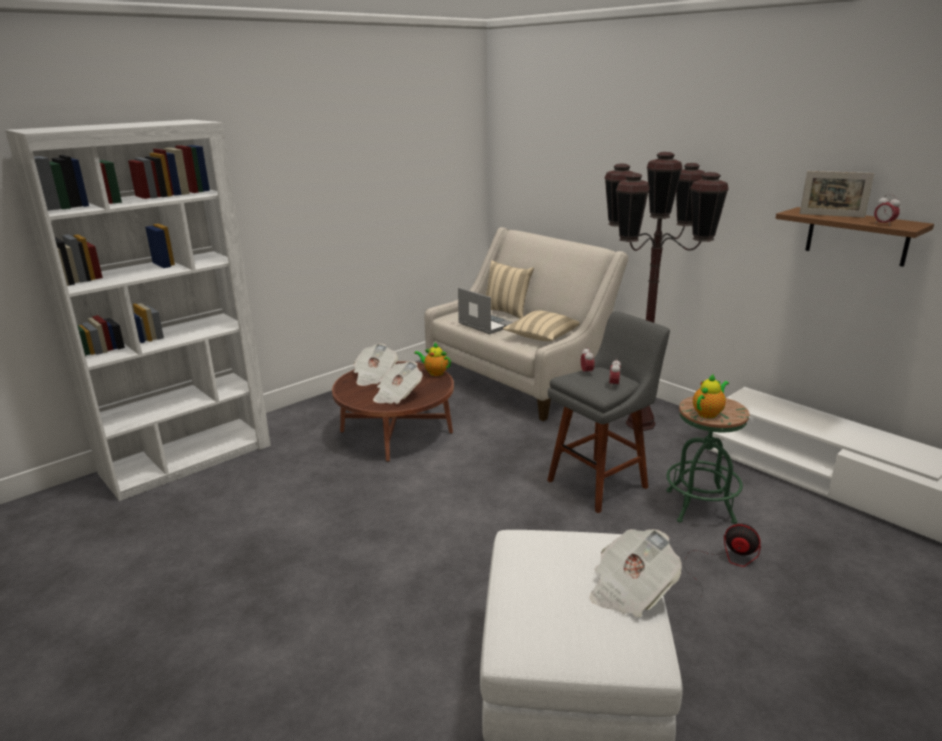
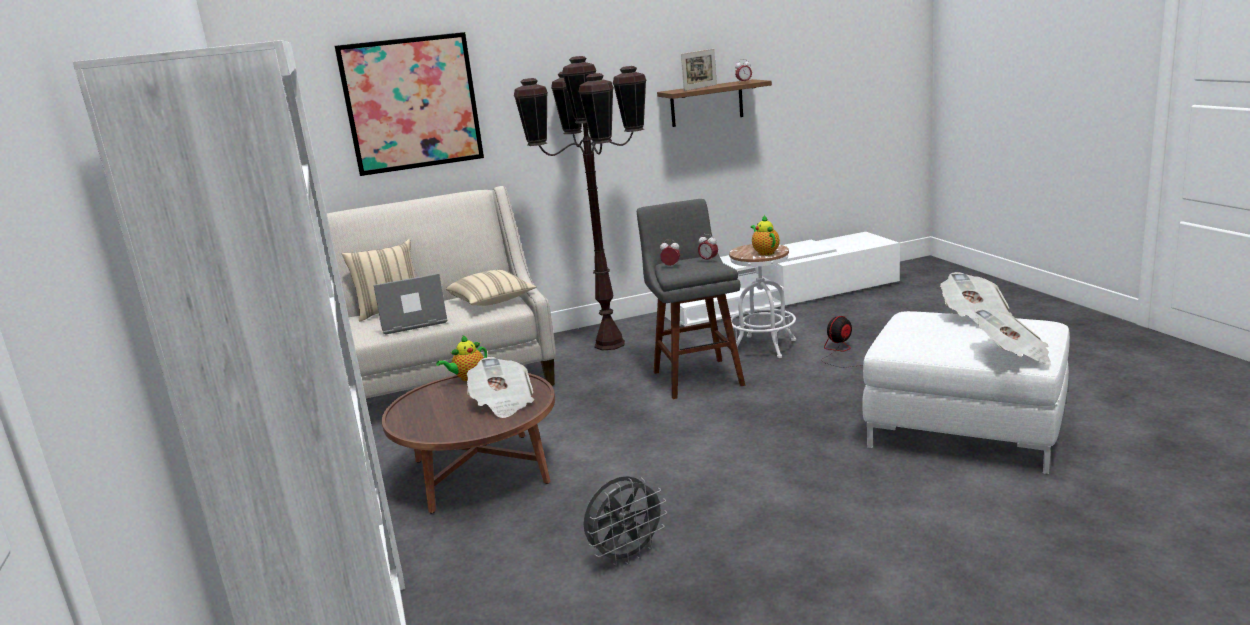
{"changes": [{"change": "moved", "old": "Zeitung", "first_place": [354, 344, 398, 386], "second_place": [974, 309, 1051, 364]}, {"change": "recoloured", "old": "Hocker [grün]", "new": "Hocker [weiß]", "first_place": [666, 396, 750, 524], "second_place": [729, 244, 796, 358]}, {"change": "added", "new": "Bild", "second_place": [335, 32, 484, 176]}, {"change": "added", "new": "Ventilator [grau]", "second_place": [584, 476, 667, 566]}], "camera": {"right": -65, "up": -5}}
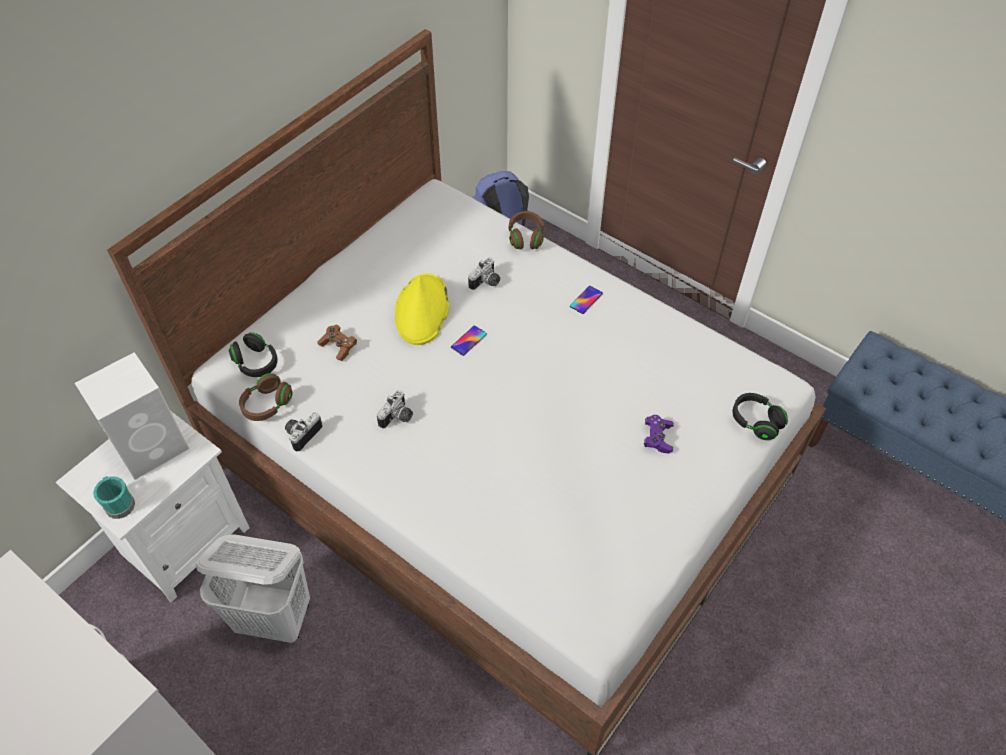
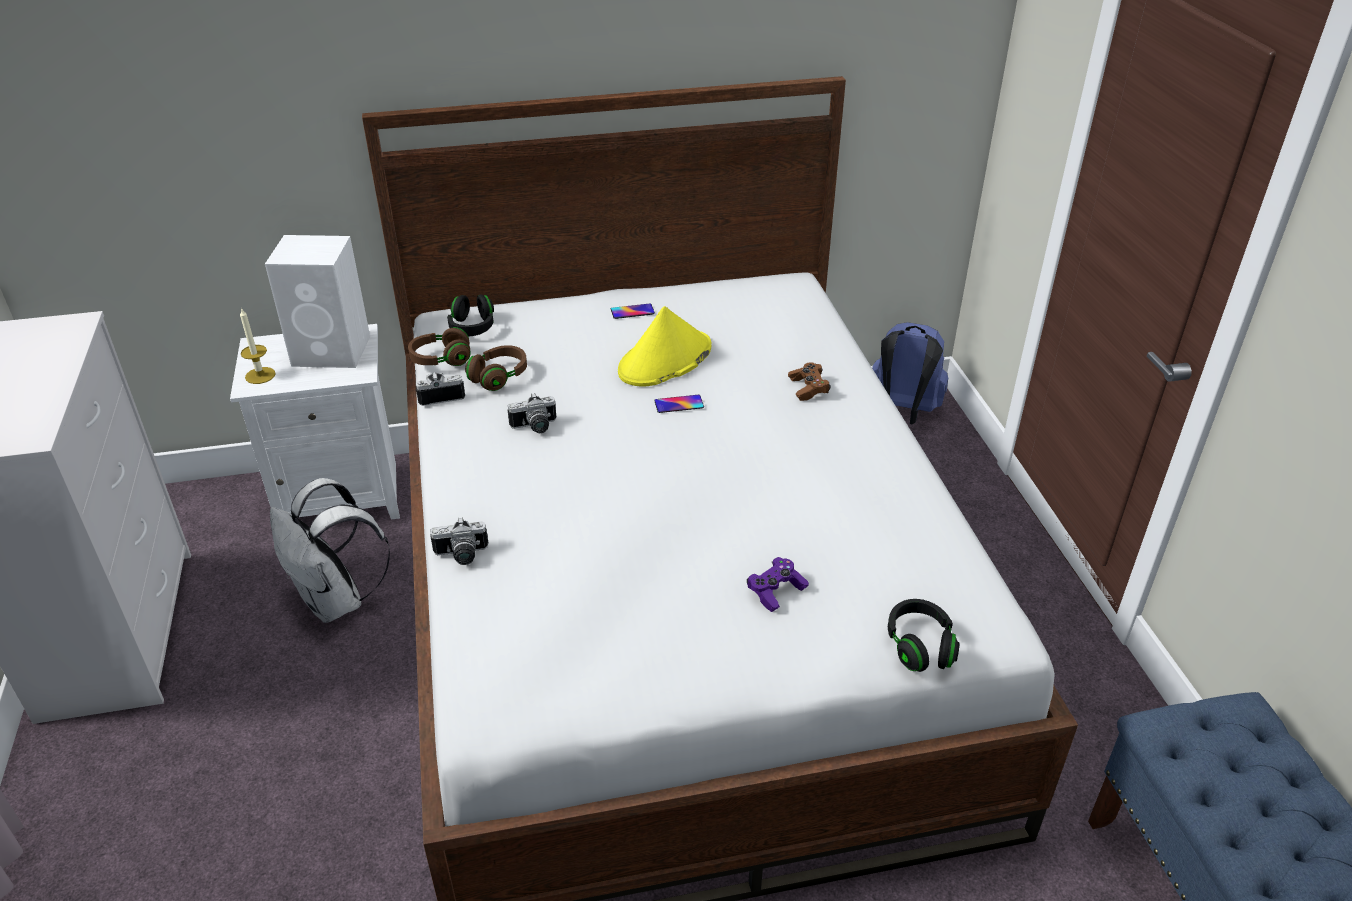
{"changes": [{"change": "moved", "old": "Kopfhörer [braun]", "first_place": [509, 211, 544, 250], "second_place": [465, 345, 527, 391]}, {"change": "moved", "old": "Kamera", "first_place": [468, 257, 500, 290], "second_place": [430, 517, 488, 565]}, {"change": "moved", "old": "Handy", "first_place": [570, 286, 603, 314], "second_place": [611, 303, 655, 319]}, {"change": "moved", "old": "Gamepad [braun]", "first_place": [317, 325, 357, 361], "second_place": [788, 362, 831, 401]}, {"change": "replaced", "old": "Henkelbecher [türkis]", "new": "Kerze", "first_place": [93, 476, 135, 519], "second_place": [240, 308, 276, 384]}, {"change": "replaced", "old": "Wäschekorb [weiß]", "new": "Rucksack [weiß]", "first_place": [196, 534, 310, 643], "second_place": [270, 478, 390, 623]}], "camera": {"right": 40, "up": -15}}
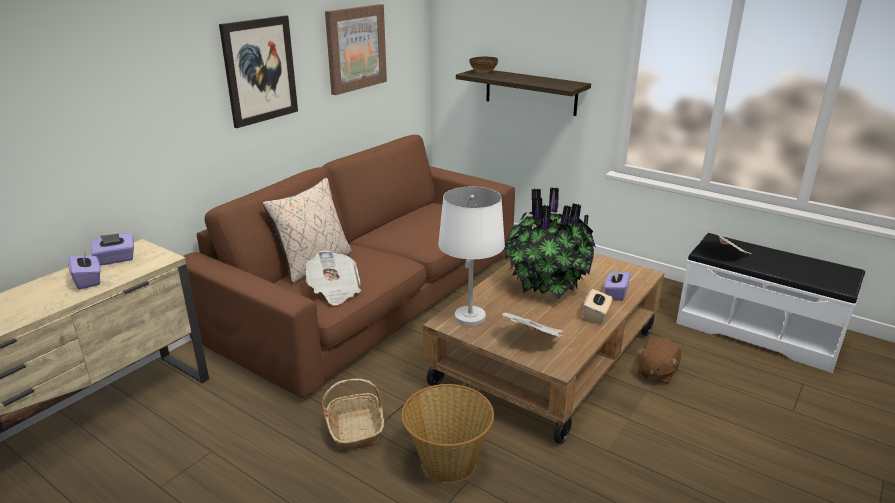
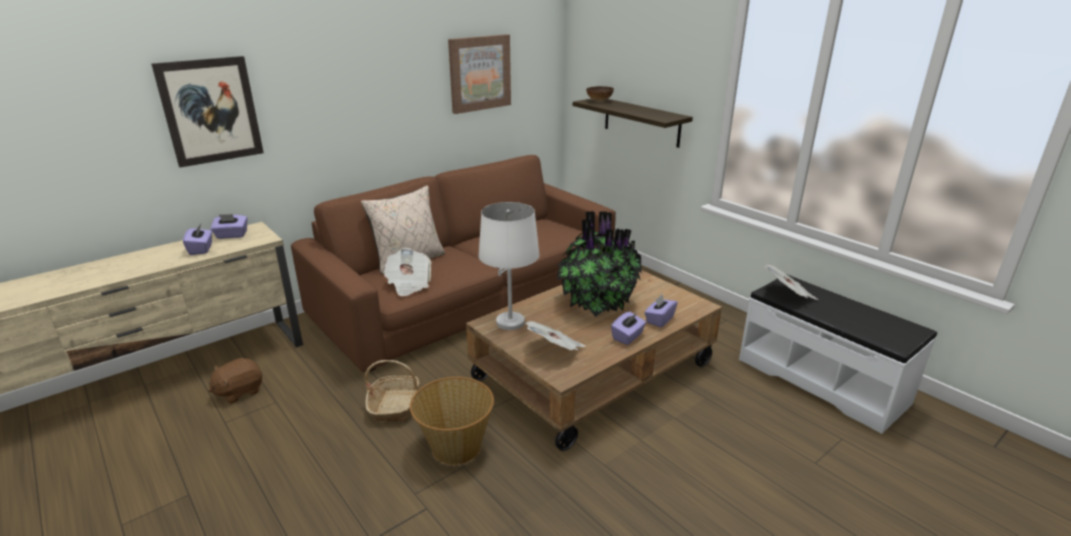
{"changes": [{"change": "moved", "old": "Bild", "first_place": [219, 15, 298, 128], "second_place": [151, 56, 264, 168]}, {"change": "recoloured", "old": "Taschentuchbox [beige]", "new": "Taschentuchbox [lila]", "first_place": [583, 289, 612, 323], "second_place": [611, 312, 646, 345]}, {"change": "moved", "old": "Plüschtier [braun]", "first_place": [637, 337, 681, 384], "second_place": [208, 358, 262, 404]}], "camera": {"right": 15, "up": 0}}
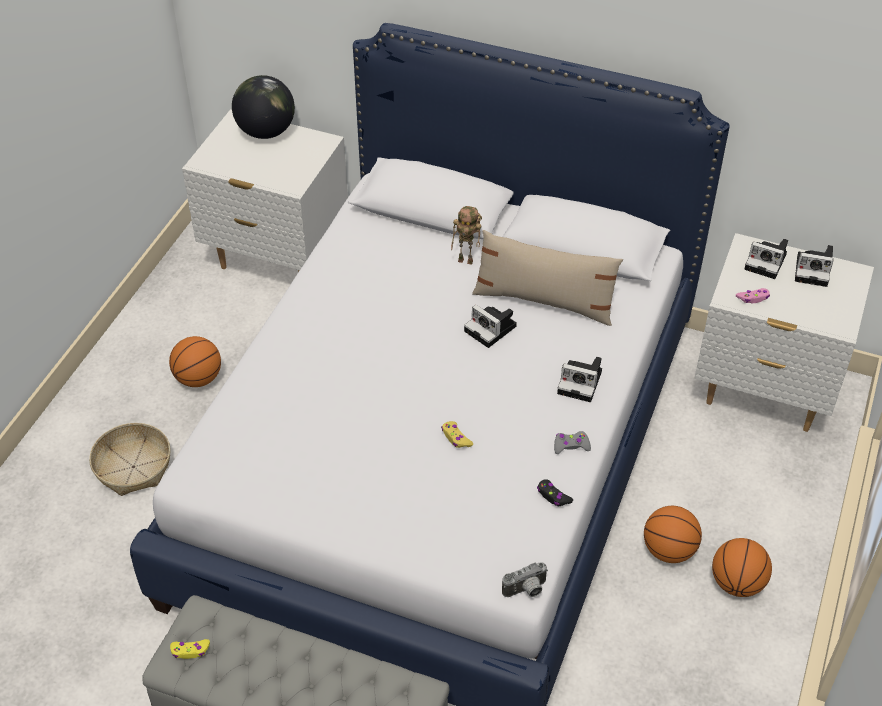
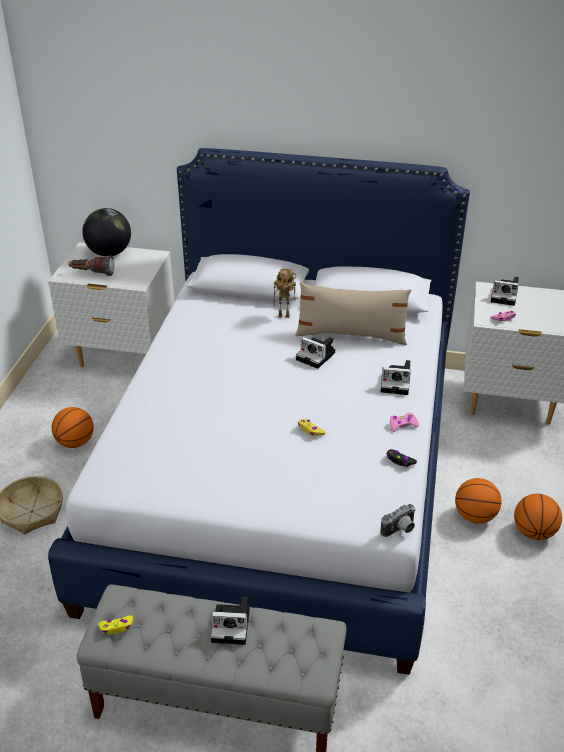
{"changes": [{"change": "moved", "old": "Kamera", "first_place": [795, 245, 834, 287], "second_place": [211, 597, 250, 645]}, {"change": "recoloured", "old": "Gamepad [grau]", "new": "Gamepad [rosa]", "first_place": [554, 431, 591, 454], "second_place": [390, 413, 419, 432]}, {"change": "added", "new": "Taschenlampe", "second_place": [68, 255, 114, 276]}], "camera": {"right": -10, "up": -10}}
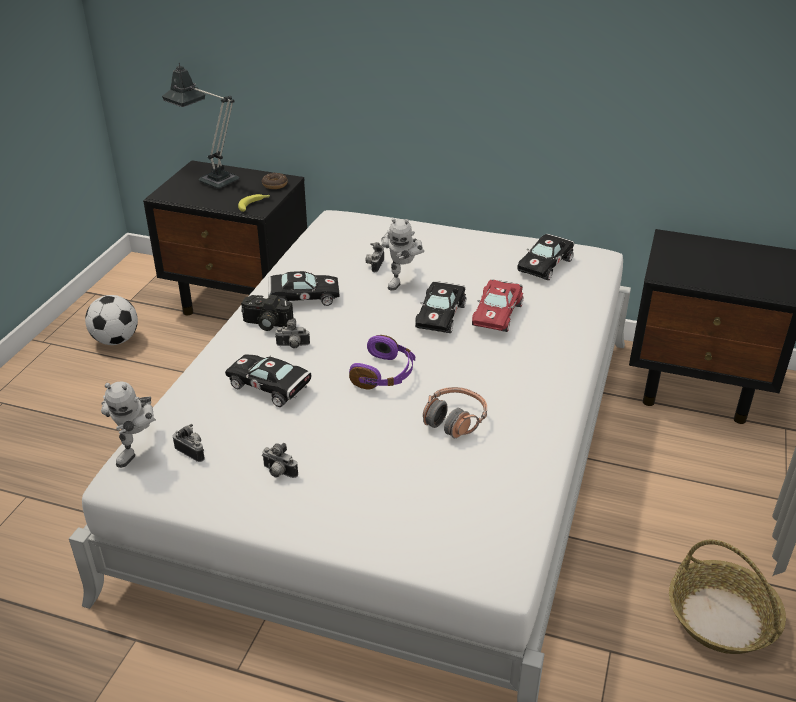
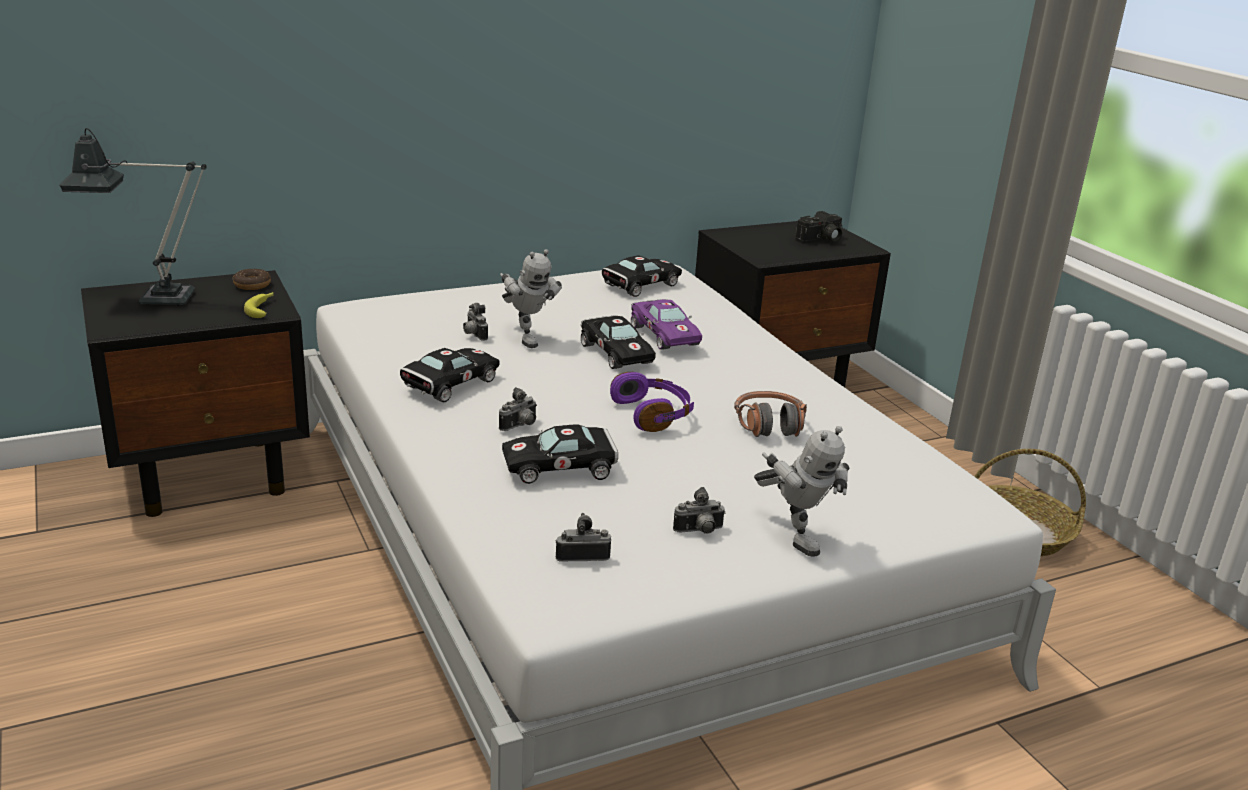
{"changes": [{"change": "turned", "old": "Spielzeugauto [schwarz]", "first_place": [517, 234, 574, 280], "second_place": [602, 255, 682, 297], "degrees": -120}, {"change": "recoloured", "old": "Spielzeugauto [rot]", "new": "Spielzeugauto [lila]", "first_place": [472, 279, 523, 332], "second_place": [631, 299, 702, 350]}, {"change": "removed", "old": "Fußball", "first_place": [85, 295, 138, 345]}, {"change": "moved", "old": "Kamera", "first_place": [241, 295, 293, 331], "second_place": [795, 211, 842, 244]}, {"change": "moved", "old": "Spielzeugroboter", "first_place": [101, 382, 156, 468], "second_place": [754, 426, 849, 556]}], "camera": {"right": -45, "up": -10}}
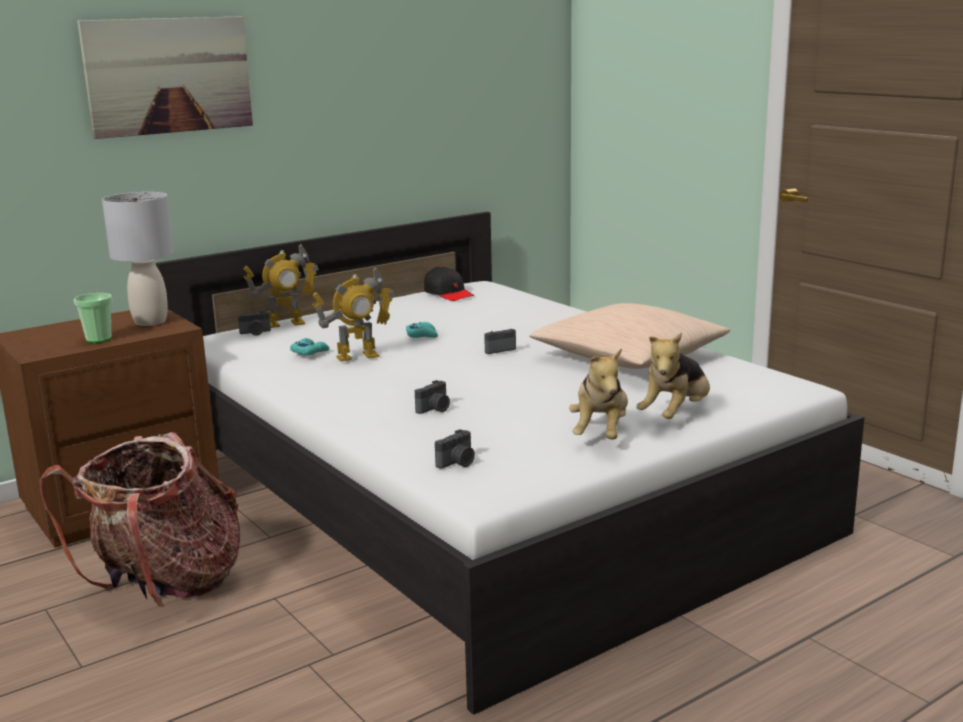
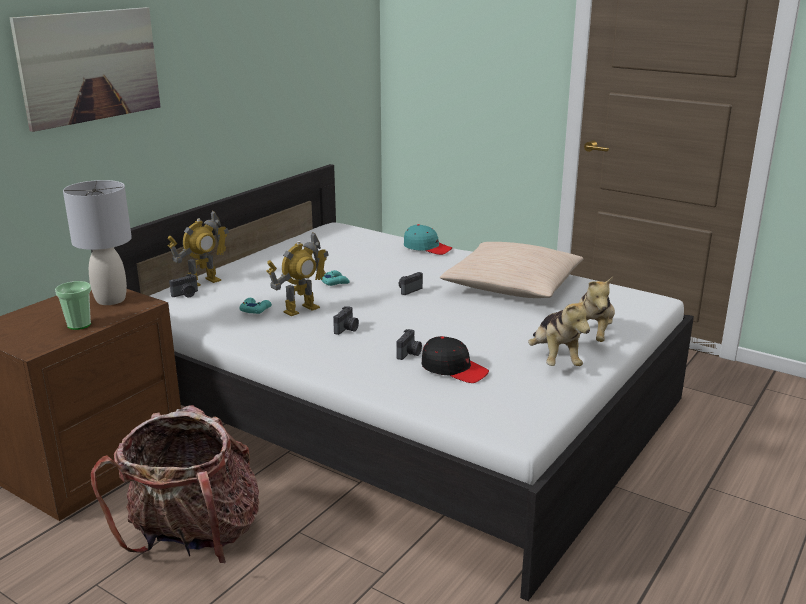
{"changes": [{"change": "moved", "old": "Kappe [schwarz]", "first_place": [424, 266, 474, 301], "second_place": [422, 336, 489, 383]}, {"change": "moved", "old": "Kamera", "first_place": [435, 429, 475, 469], "second_place": [333, 306, 359, 335]}, {"change": "added", "new": "Kappe [türkis]", "second_place": [404, 224, 452, 255]}], "camera": {"right": -20, "up": 5}}
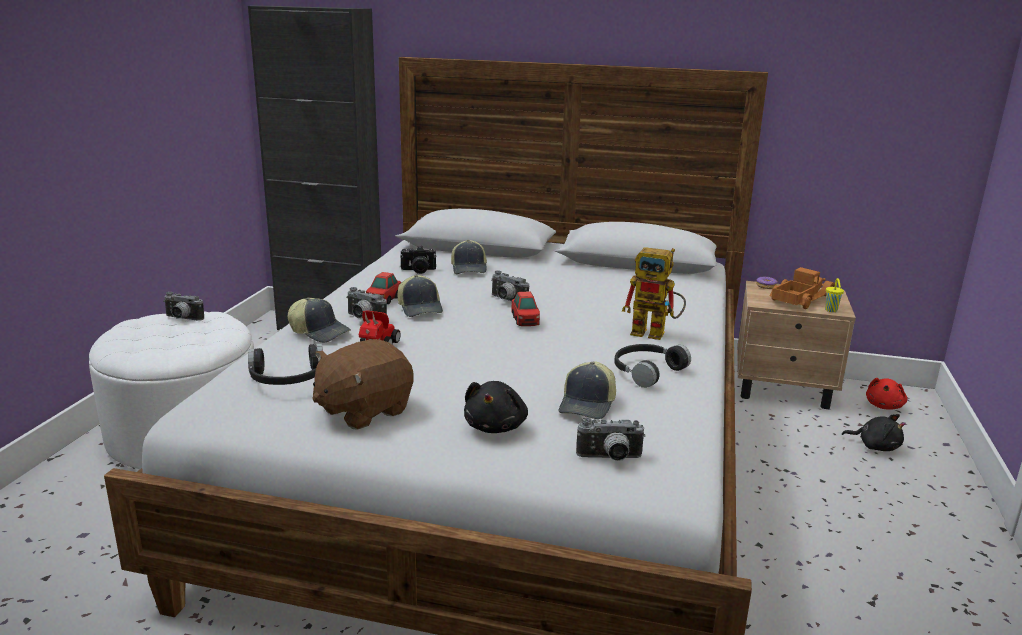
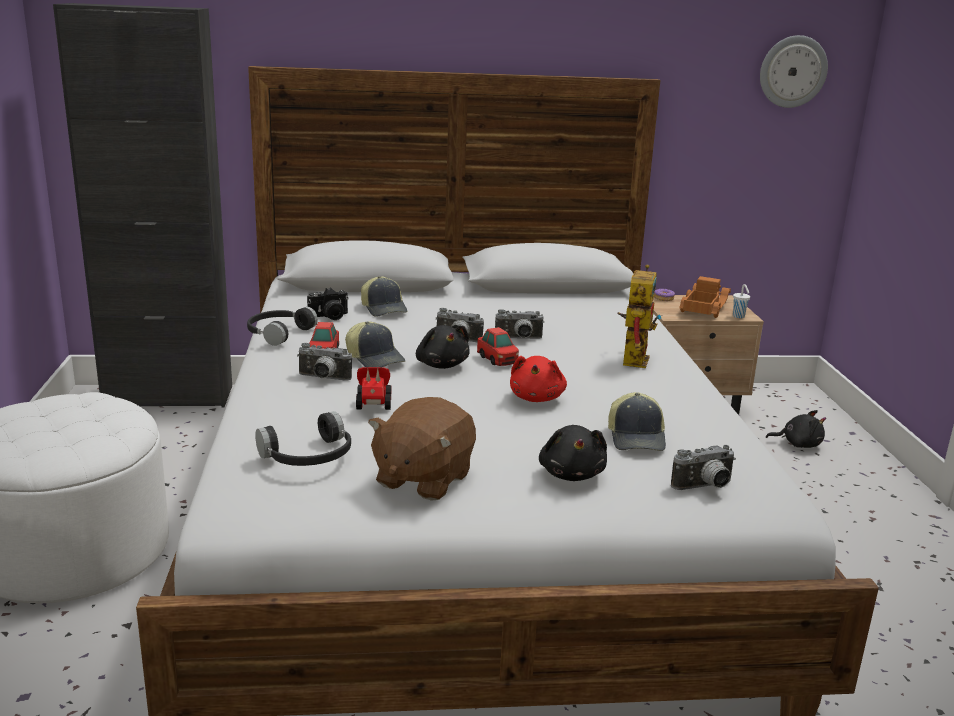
{"changes": [{"change": "turned", "old": "Spielzeugroboter", "first_place": [622, 247, 686, 340], "second_place": [617, 264, 662, 368], "degrees": -75}, {"change": "recoloured", "old": "Tasse [gelb]", "new": "Tasse [weiß]", "first_place": [825, 278, 844, 312], "second_place": [733, 284, 750, 318]}, {"change": "moved", "old": "Kamera", "first_place": [163, 292, 204, 321], "second_place": [495, 309, 544, 339]}, {"change": "removed", "old": "Kappe", "first_place": [288, 298, 351, 343]}, {"change": "moved", "old": "Kopfhörer [schwarz]", "first_place": [614, 344, 691, 388], "second_place": [247, 307, 318, 346]}, {"change": "moved", "old": "Plüschtier [rot]", "first_place": [866, 378, 907, 410], "second_place": [510, 356, 567, 402]}, {"change": "added", "new": "Wanduhr", "second_place": [760, 35, 828, 108]}, {"change": "added", "new": "Plüschtier [schwarz]", "second_place": [416, 325, 470, 369]}], "camera": {"right": -20, "up": 0}}
